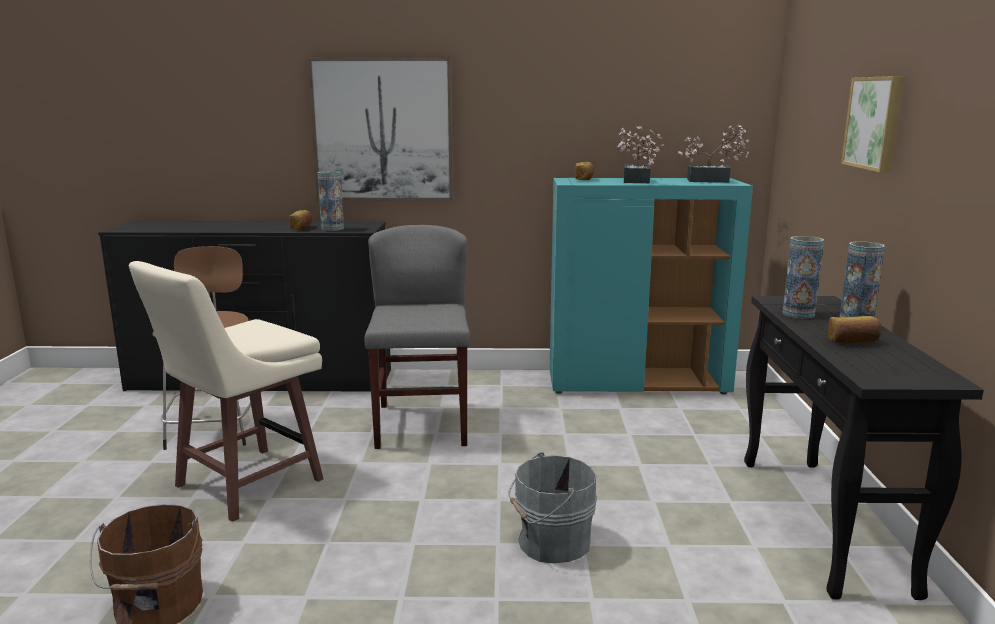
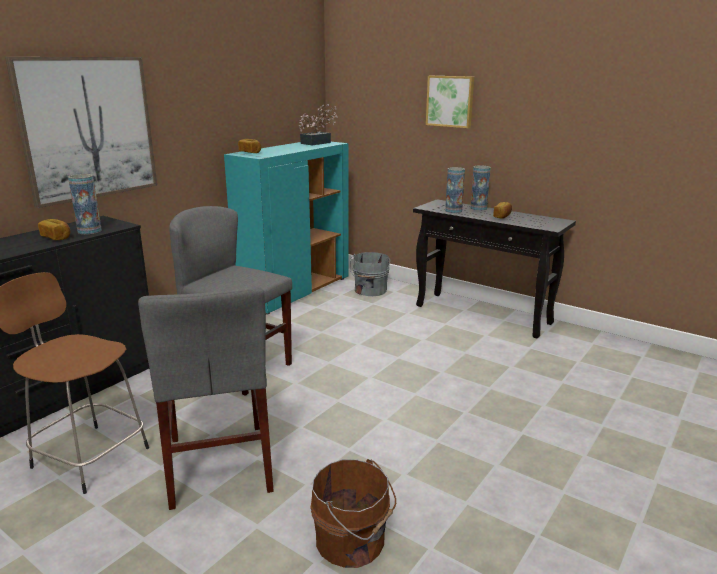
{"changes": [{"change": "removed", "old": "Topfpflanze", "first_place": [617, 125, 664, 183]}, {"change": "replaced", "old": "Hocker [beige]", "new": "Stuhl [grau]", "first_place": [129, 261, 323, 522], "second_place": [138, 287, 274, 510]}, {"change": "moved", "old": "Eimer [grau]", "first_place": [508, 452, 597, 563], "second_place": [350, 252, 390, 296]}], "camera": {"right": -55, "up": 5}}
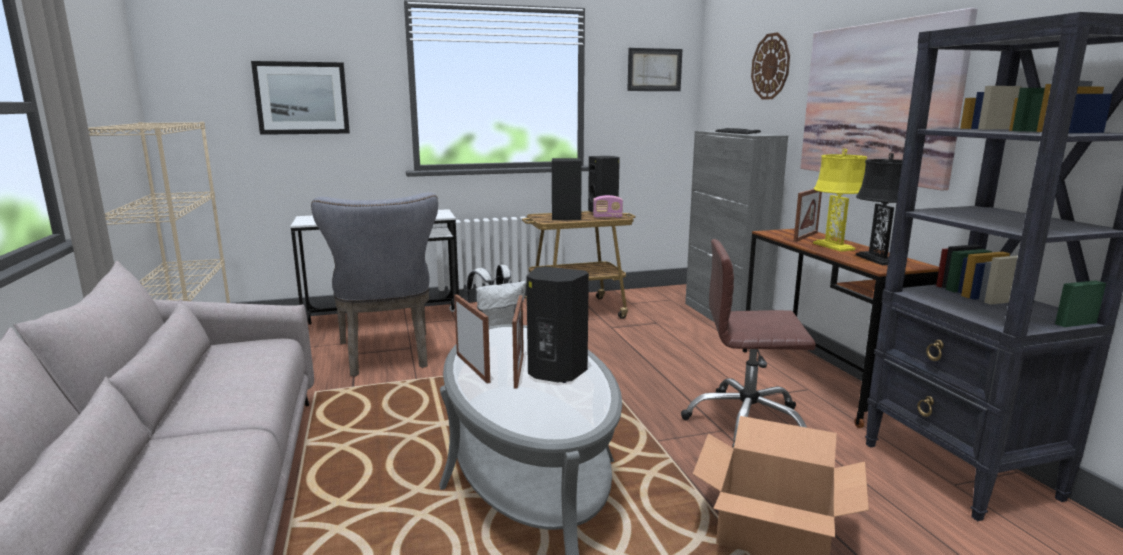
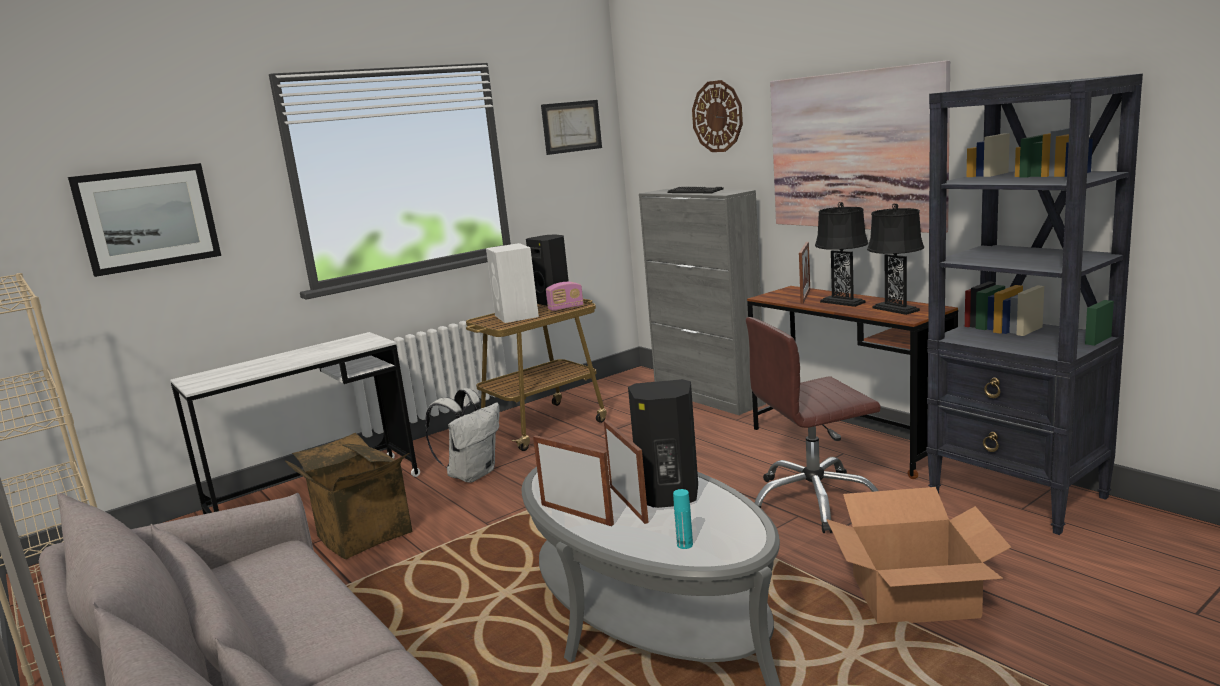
{"changes": [{"change": "recoloured", "old": "Tischlampe [gelb]", "new": "Tischlampe [schwarz]", "first_place": [813, 149, 867, 252], "second_place": [815, 202, 869, 307]}, {"change": "recoloured", "old": "Lautsprecher [schwarz]", "new": "Lautsprecher [weiß]", "first_place": [552, 158, 582, 220], "second_place": [486, 243, 539, 323]}, {"change": "replaced", "old": "Stuhl [grau]", "new": "Karton", "first_place": [311, 192, 438, 376], "second_place": [285, 433, 412, 559]}, {"change": "added", "new": "Flasche [türkis]", "second_place": [673, 489, 693, 549]}], "camera": {"right": -20, "up": 0}}
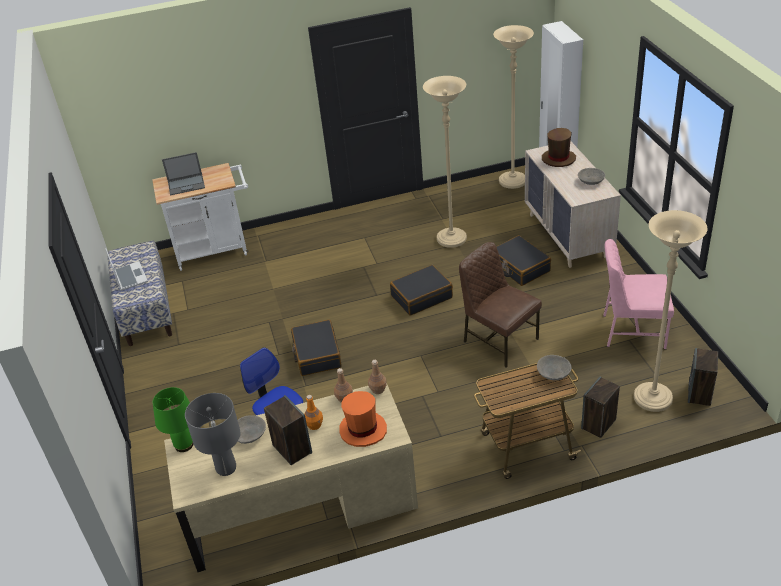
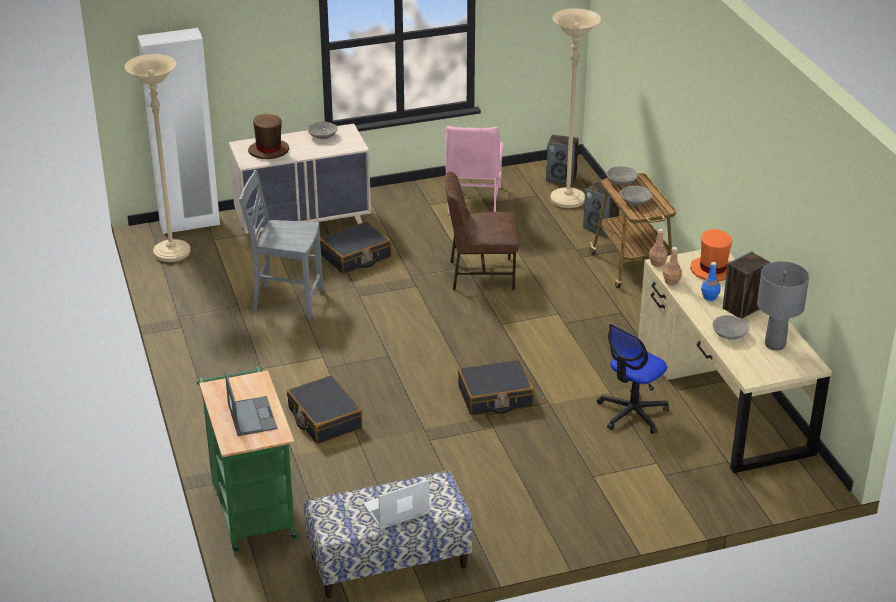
{"changes": [{"change": "replaced", "old": "Stehlampe [beige]", "new": "Stuhl [grau]", "first_place": [423, 76, 467, 248], "second_place": [239, 170, 323, 319]}, {"change": "recoloured", "old": "Rollwagen [weiß]", "new": "Rollwagen [grün]", "first_place": [152, 163, 248, 271], "second_place": [197, 367, 299, 552]}, {"change": "turned", "old": "Stuhl [braun]", "first_place": [459, 242, 542, 368], "second_place": [445, 171, 519, 290], "degrees": 45}, {"change": "moved", "old": "Koffer [schwarz]", "first_place": [390, 265, 453, 316], "second_place": [287, 375, 362, 444]}, {"change": "removed", "old": "Tischlampe [grün]", "first_place": [153, 387, 193, 452]}, {"change": "recoloured", "old": "Flasche [orange]", "new": "Flasche [blau]", "first_place": [305, 395, 323, 430], "second_place": [701, 262, 721, 301]}, {"change": "added", "new": "Schüssel [grau]", "second_place": [620, 186, 652, 205]}], "camera": {"right": -95, "up": -5}}
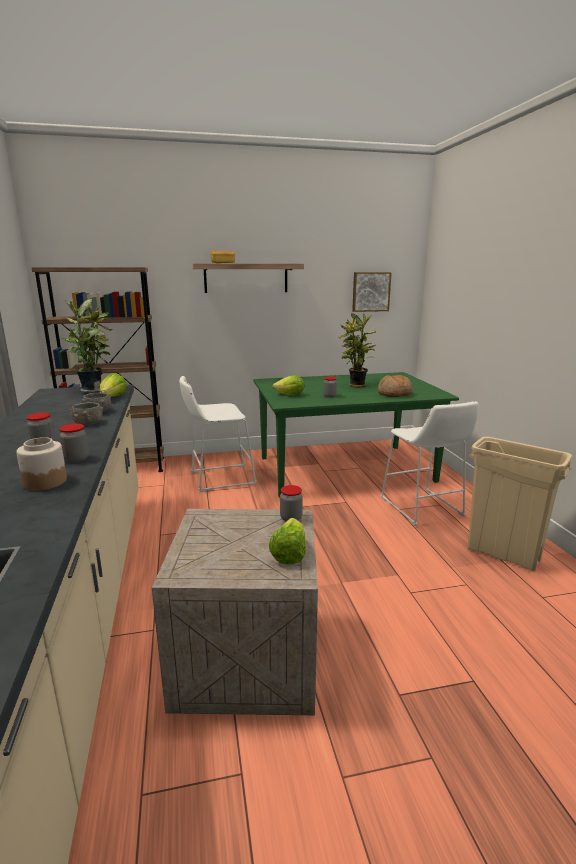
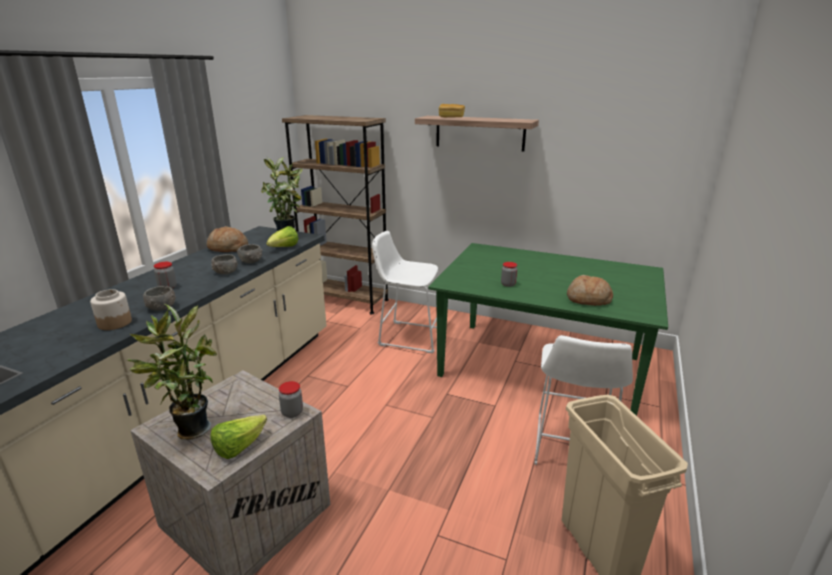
{"changes": [{"change": "removed", "old": "Bild", "first_place": [352, 272, 392, 312]}, {"change": "moved", "old": "Topfpflanze", "first_place": [338, 313, 376, 388], "second_place": [127, 304, 217, 440]}, {"change": "removed", "old": "Salatkopf", "first_place": [273, 375, 304, 395]}, {"change": "replaced", "old": "Vorratsglas", "new": "Schüssel [grau]", "first_place": [59, 424, 89, 463], "second_place": [143, 286, 176, 311]}, {"change": "added", "new": "Brot", "second_place": [206, 226, 248, 252]}], "camera": {"right": 35, "up": 5}}
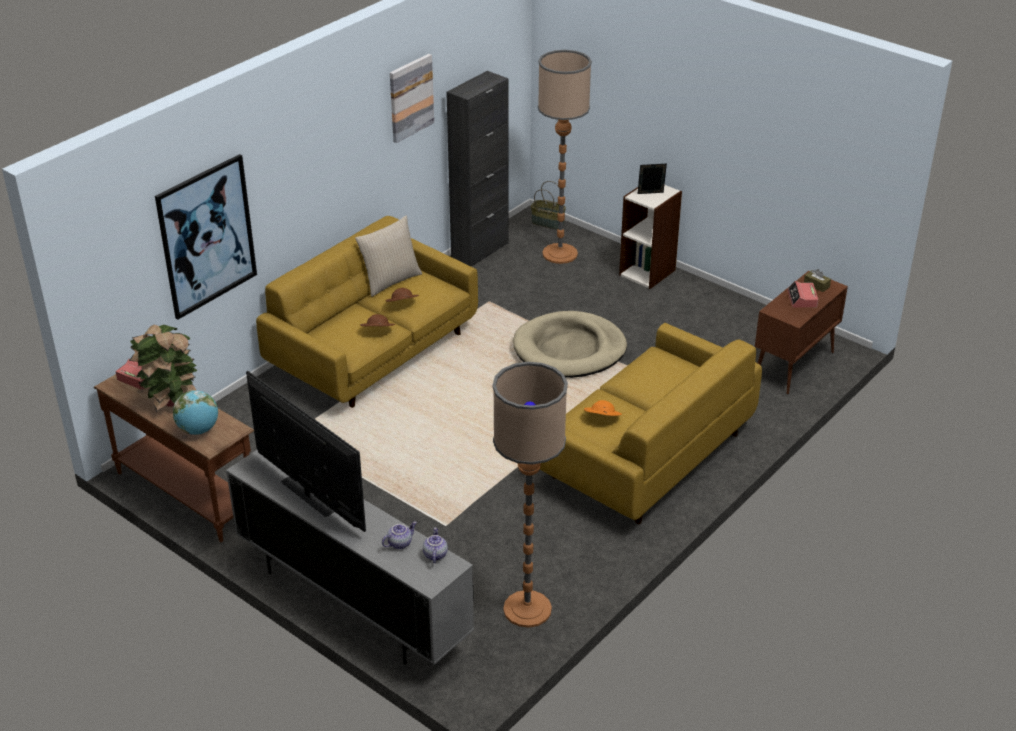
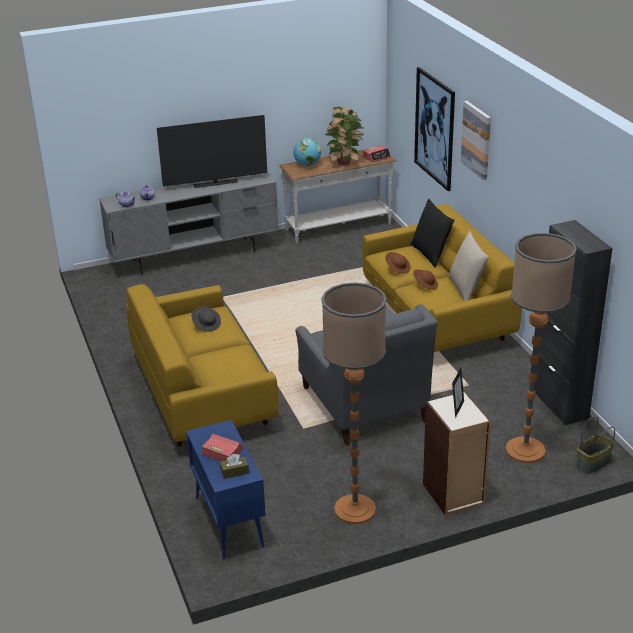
{"changes": [{"change": "moved", "old": "Bild", "first_place": [390, 54, 434, 143], "second_place": [461, 101, 491, 180]}, {"change": "recoloured", "old": "Schrank [braun]", "new": "Schrank [blau]", "first_place": [755, 271, 848, 394], "second_place": [186, 420, 266, 559]}, {"change": "replaced", "old": "Hundebett [beige]", "new": "Sessel [grau]", "first_place": [513, 311, 627, 378], "second_place": [295, 304, 437, 446]}, {"change": "moved", "old": "Stehlampe", "first_place": [492, 362, 568, 628], "second_place": [321, 282, 387, 524]}, {"change": "recoloured", "old": "Konsolentisch [braun]", "new": "Konsolentisch [weiß]", "first_place": [94, 374, 254, 542], "second_place": [279, 149, 397, 244]}, {"change": "recoloured", "old": "Hut [orange]", "new": "Hut [grau]", "first_place": [584, 400, 622, 416], "second_place": [191, 306, 221, 332]}, {"change": "added", "new": "Kissen [schwarz]", "second_place": [411, 199, 455, 268]}], "camera": {"right": 120, "up": -5}}
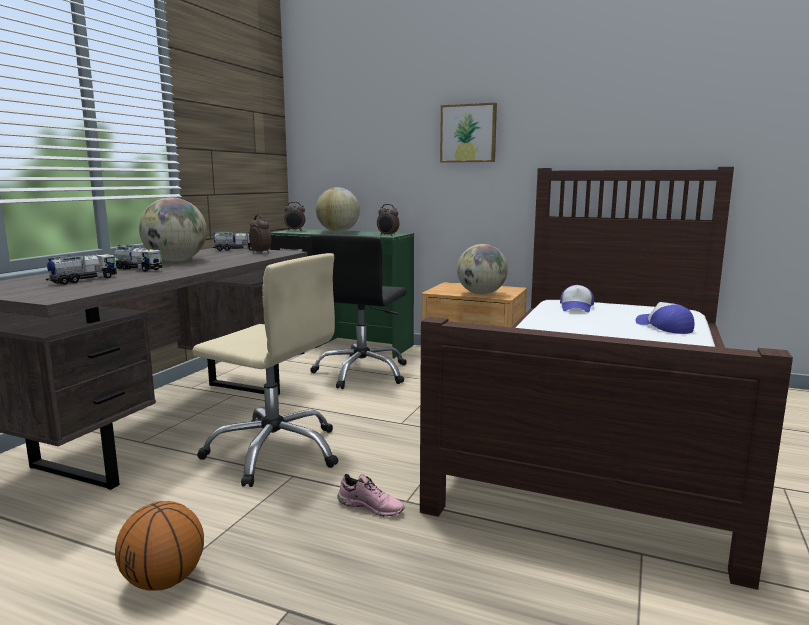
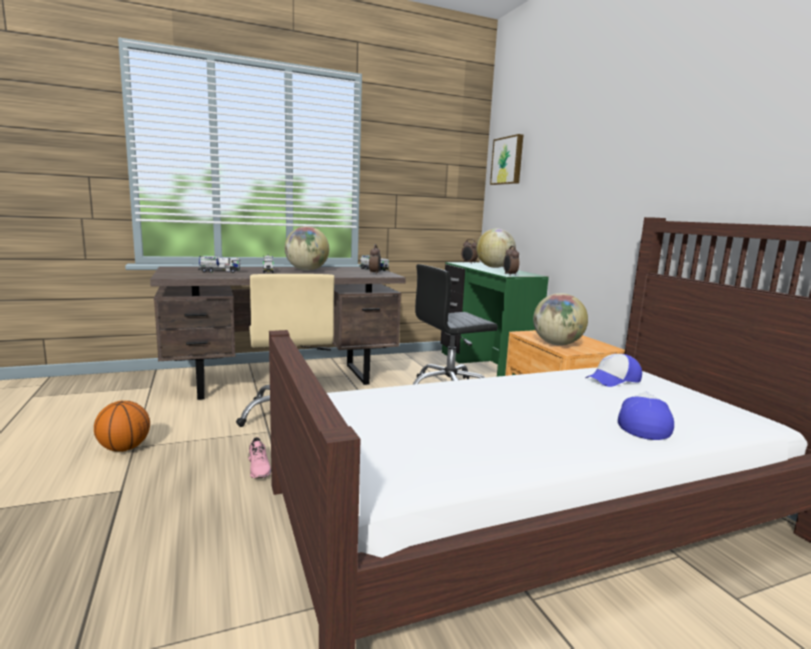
{"changes": [{"change": "moved", "old": "Bild", "first_place": [440, 103, 497, 163], "second_place": [490, 134, 523, 185]}], "camera": {"right": 45, "up": 0}}
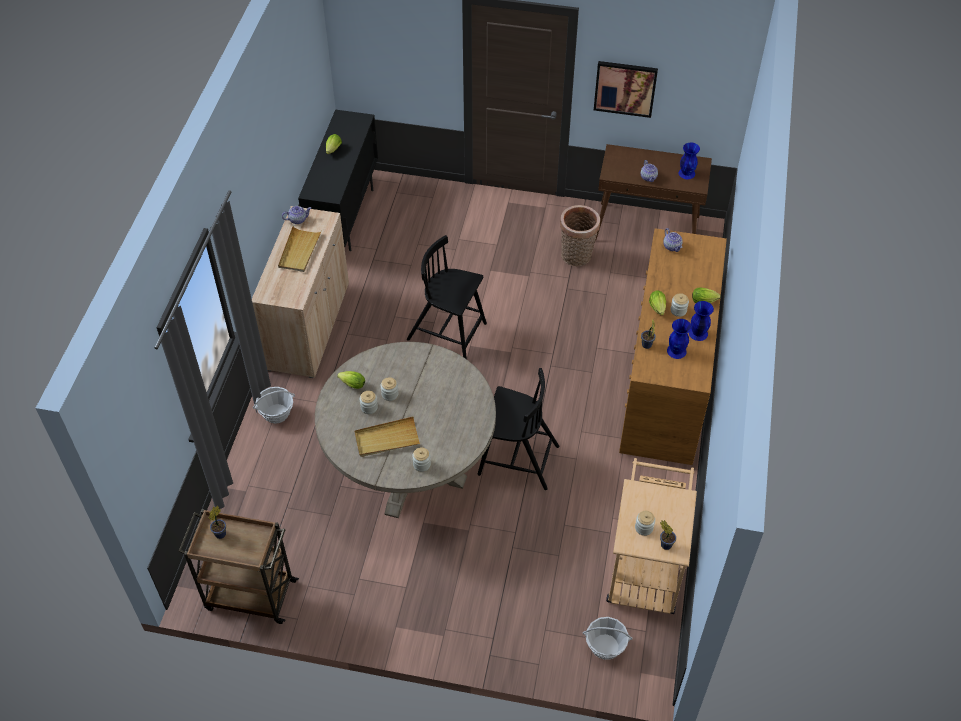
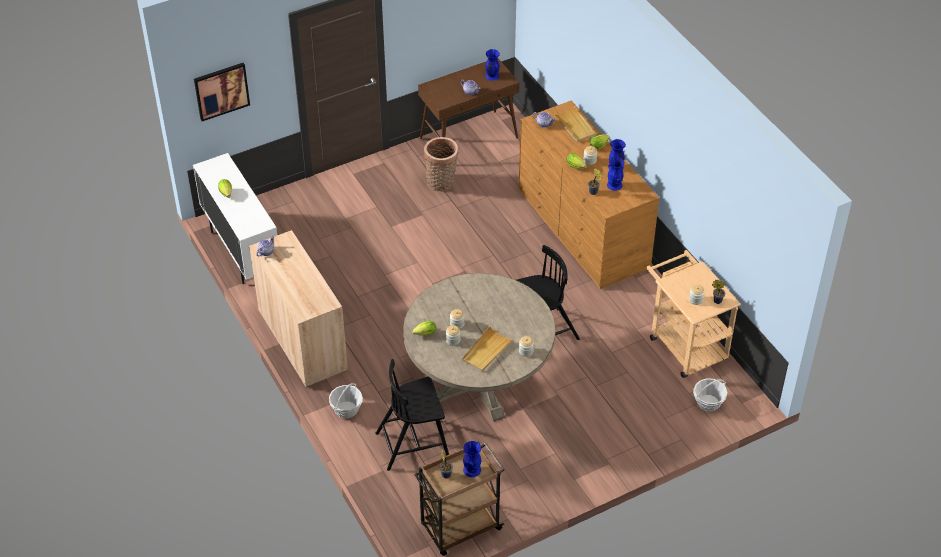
{"changes": [{"change": "moved", "old": "Bild", "first_place": [594, 61, 658, 118], "second_place": [194, 63, 250, 121]}, {"change": "recoloured", "old": "Schrank [schwarz]", "new": "Schrank [weiß]", "first_place": [298, 109, 378, 251], "second_place": [193, 153, 277, 284]}, {"change": "moved", "old": "Tablett [beige]", "first_place": [278, 226, 322, 272], "second_place": [553, 106, 597, 142]}, {"change": "moved", "old": "Stuhl [schwarz]", "first_place": [407, 235, 487, 359], "second_place": [375, 359, 449, 471]}, {"change": "added", "new": "Vase [blau]", "second_place": [463, 441, 481, 477]}], "camera": {"right": -40, "up": -5}}
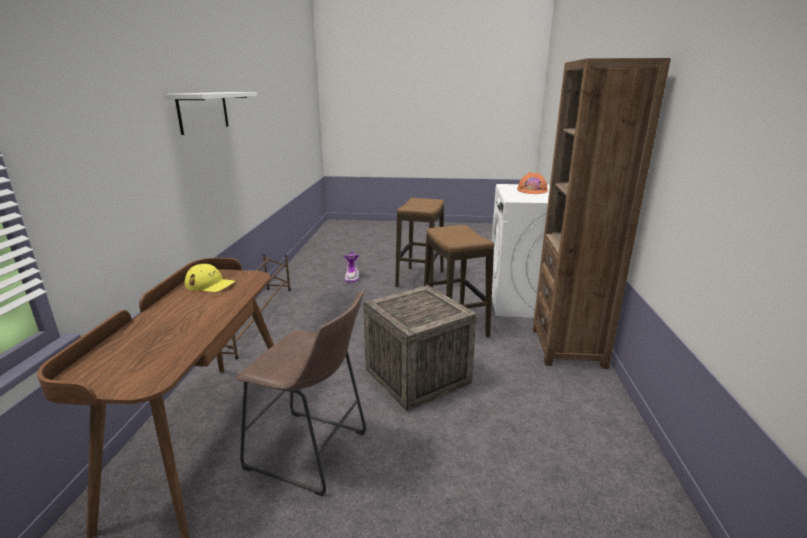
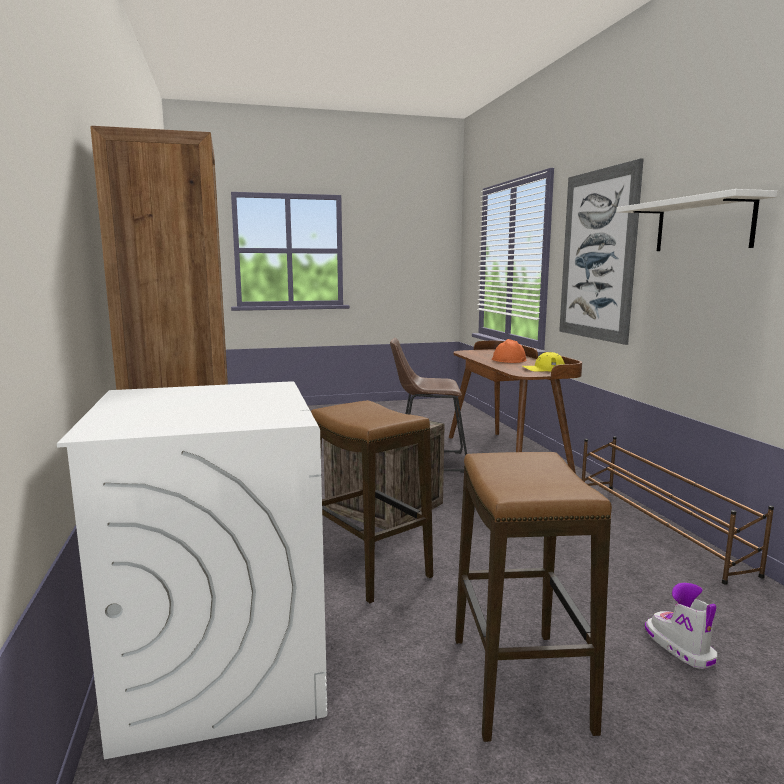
{"changes": [{"change": "moved", "old": "Schutzhelm [orange]", "first_place": [517, 172, 548, 194], "second_place": [492, 339, 526, 363]}, {"change": "added", "new": "Bild", "second_place": [559, 158, 644, 345]}], "camera": {"right": 160, "up": -10}}
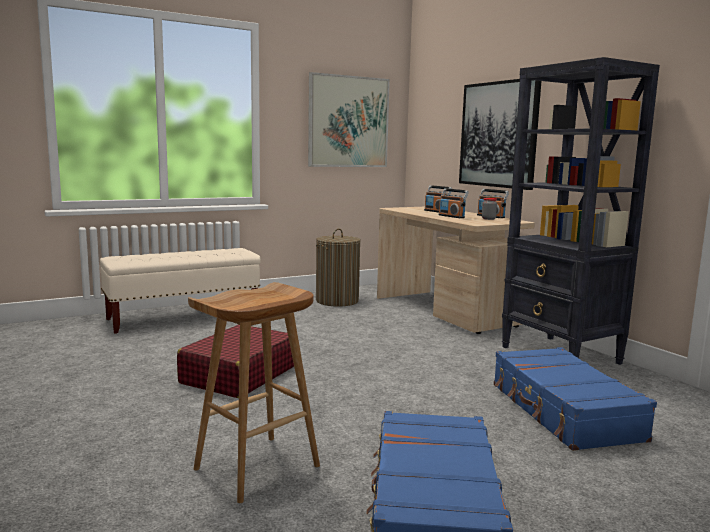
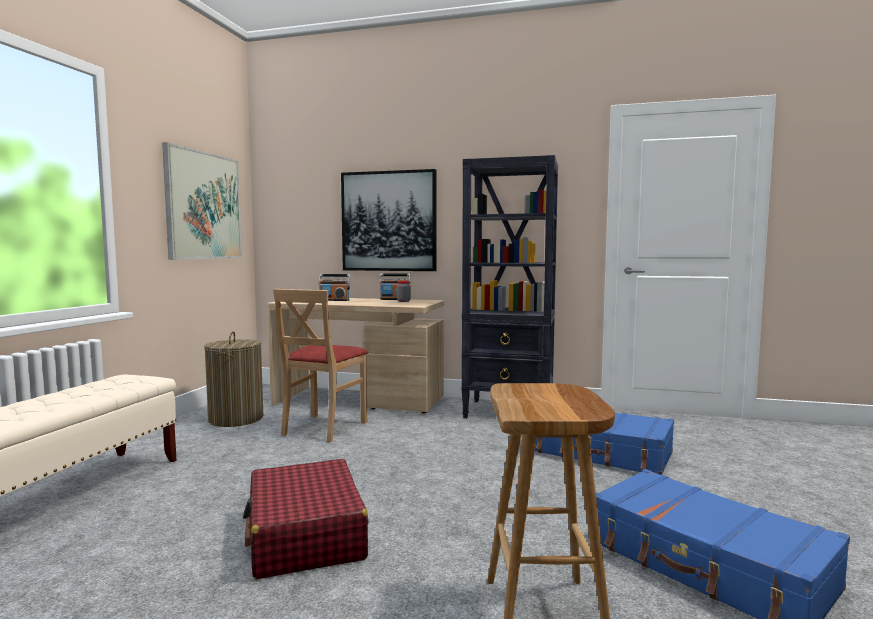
{"changes": [{"change": "removed", "old": "Radio", "first_place": [439, 188, 469, 218]}, {"change": "added", "new": "Stuhl [beige]", "second_place": [273, 289, 368, 442]}], "camera": {"right": -45, "up": -5}}
